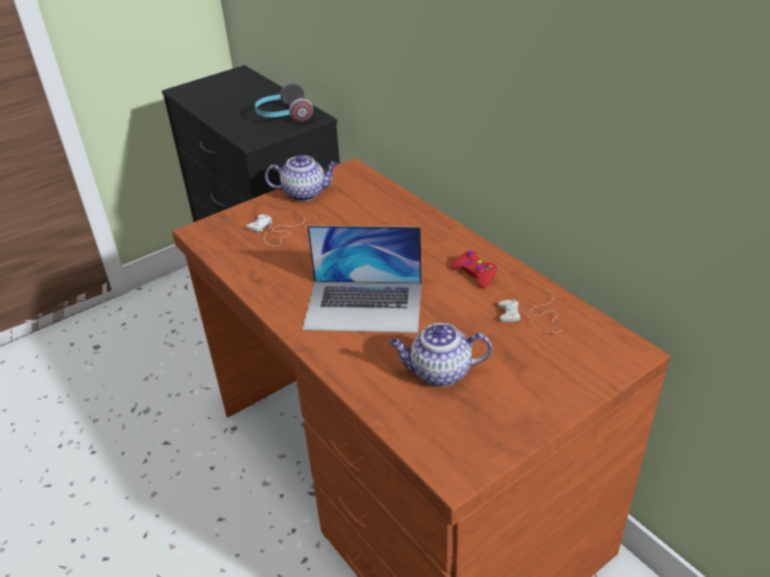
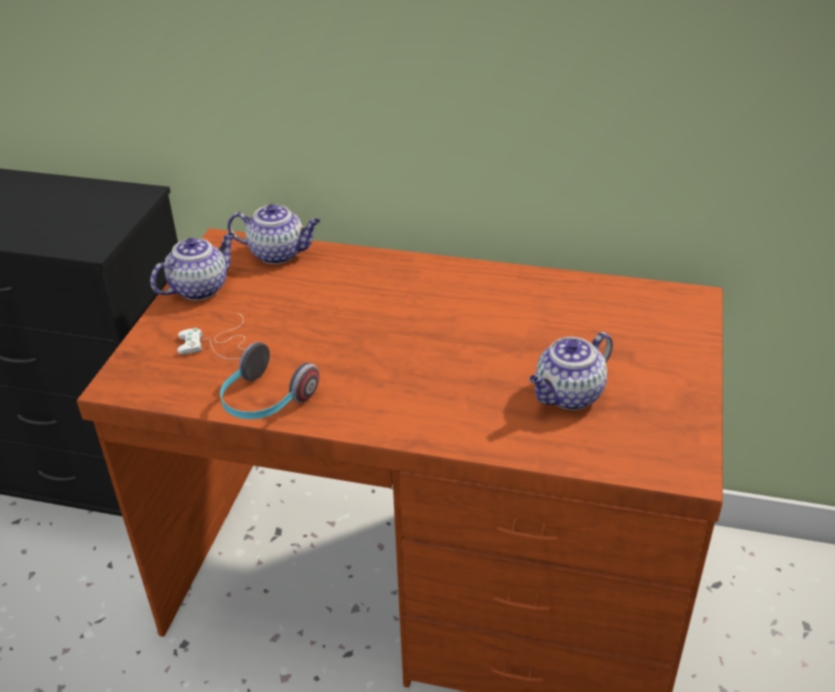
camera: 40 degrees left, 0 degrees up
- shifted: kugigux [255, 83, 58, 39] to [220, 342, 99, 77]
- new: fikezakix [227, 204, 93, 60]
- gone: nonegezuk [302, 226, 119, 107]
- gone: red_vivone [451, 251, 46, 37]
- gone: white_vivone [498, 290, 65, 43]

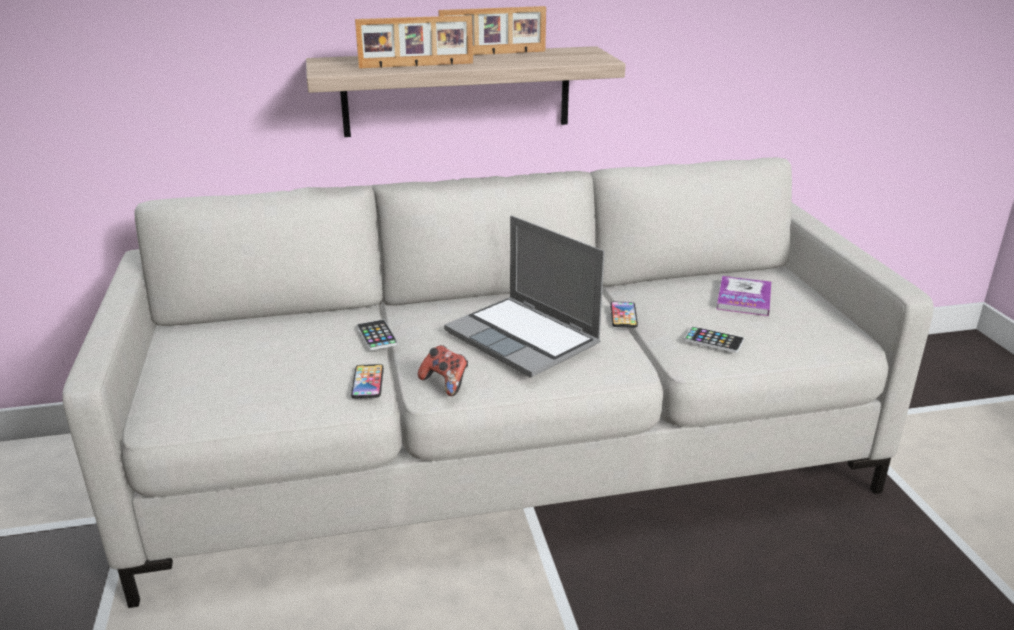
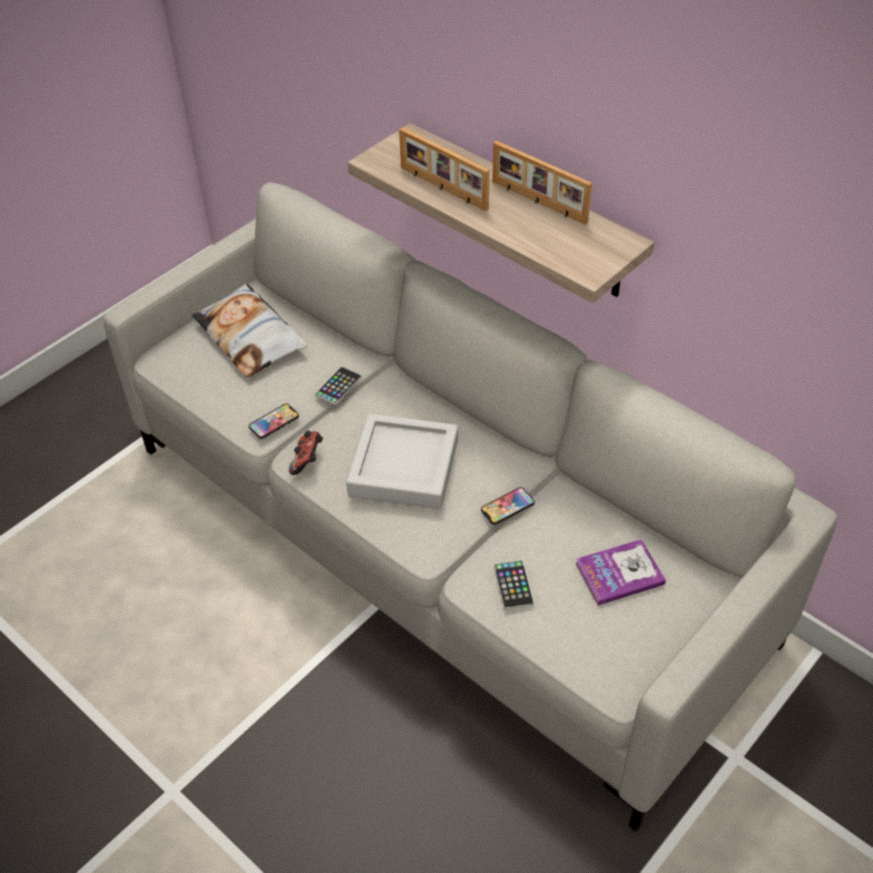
camera: 55 degrees right, 20 degrees up
- new: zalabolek [192, 283, 115, 95]
- swapped: nonegezuk [444, 216, 161, 162] to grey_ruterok [346, 414, 112, 95]

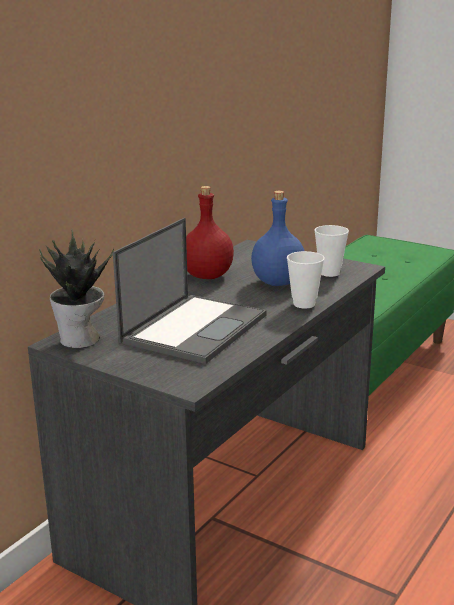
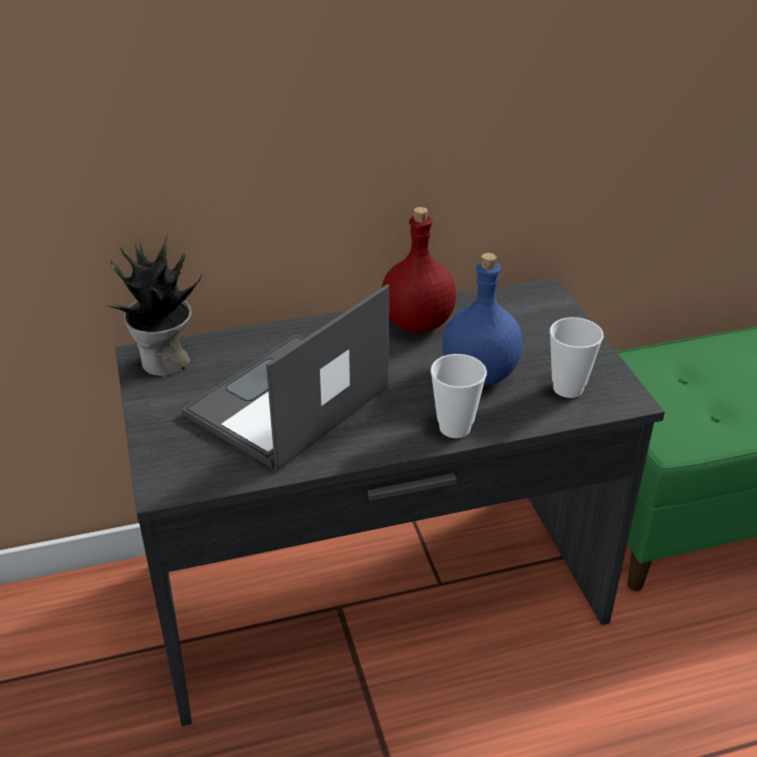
camera: 40 degrees right, 15 degrees up
- rotated: nonegezuk [113, 218, 153, 146] = [182, 284, 207, 187] 150 degrees clockwise

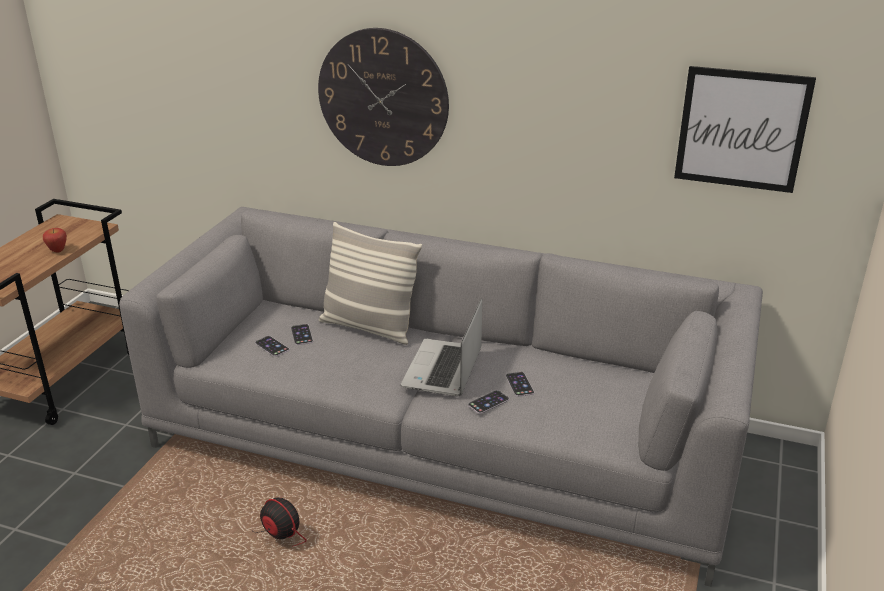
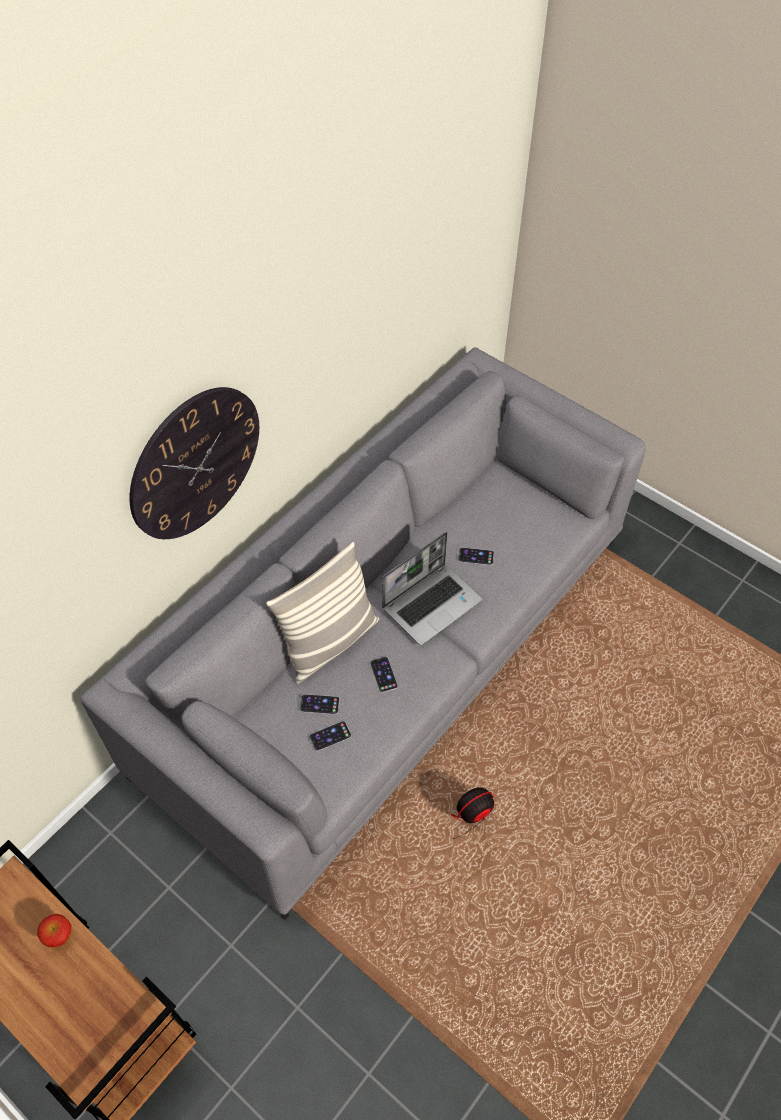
camera: 70 degrees left, 25 degrees up
- shifted: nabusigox [468, 390, 41, 24] to [370, 657, 28, 36]
- rotated: nonegezuk [401, 298, 81, 98] = [382, 532, 100, 114] 75 degrees counterclockwise
- gone: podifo [674, 66, 142, 127]

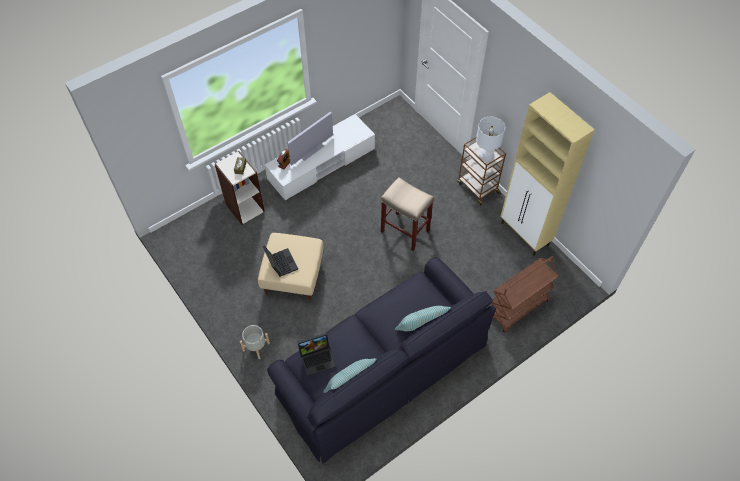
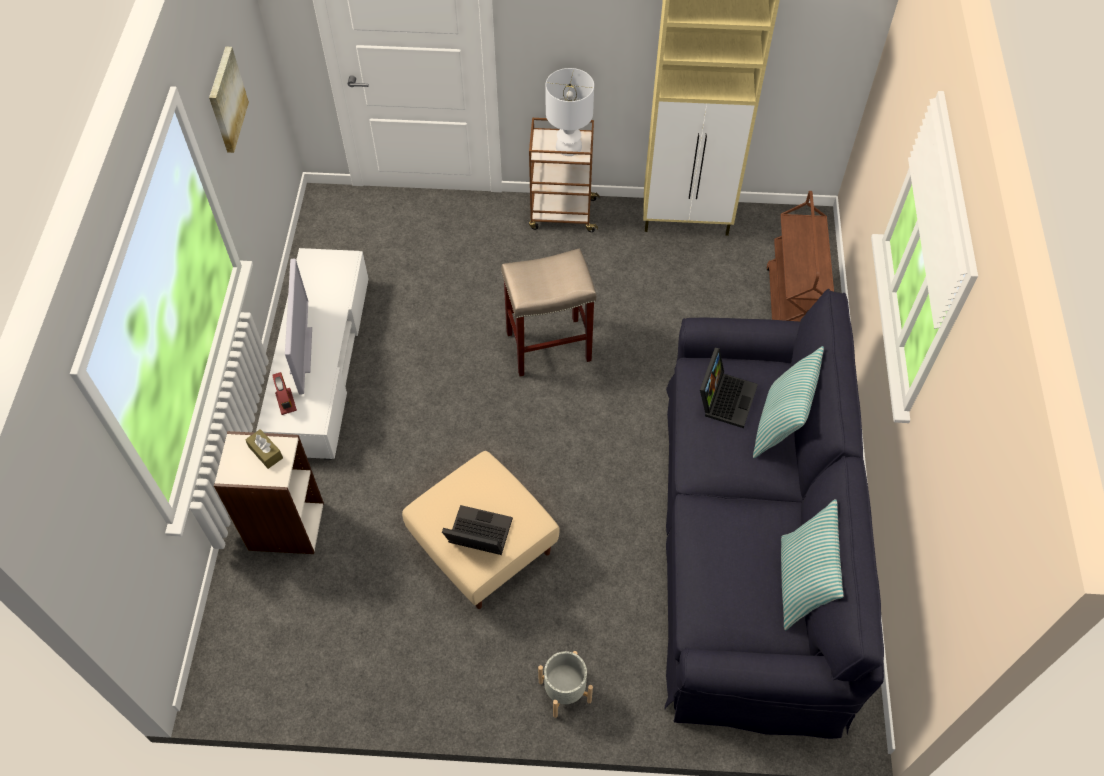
camera: 50 degrees left, 0 degrees up
- new: podifo [209, 46, 40, 107]
- shifted: nonegezuk [297, 333, 39, 44] to [700, 348, 58, 80]

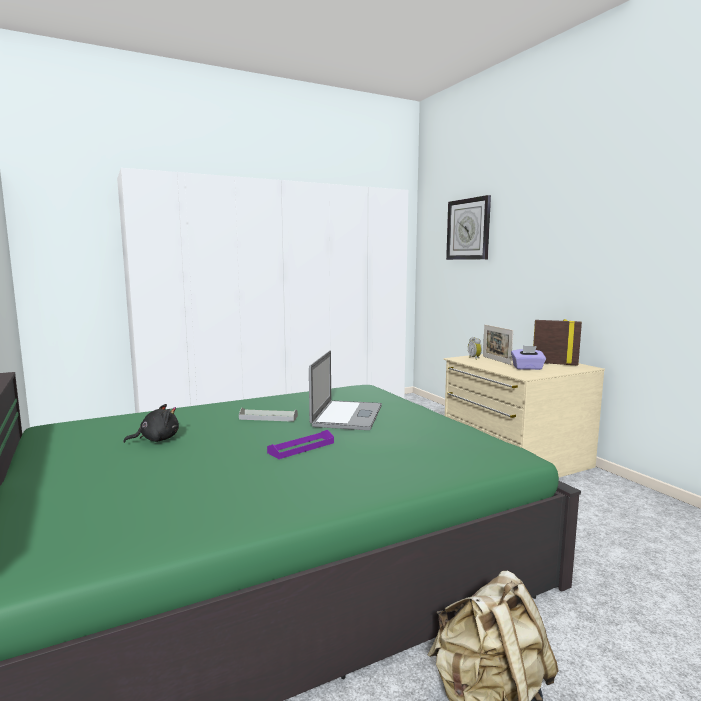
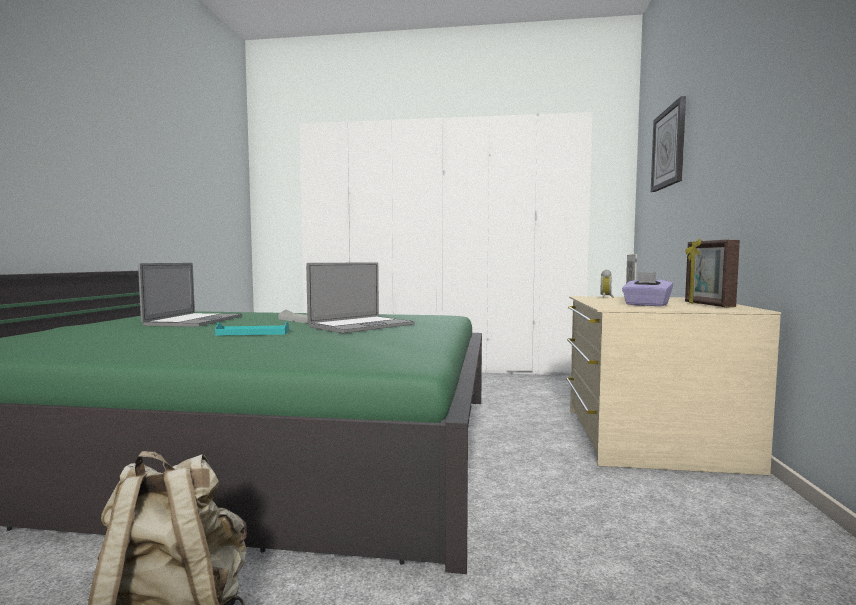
camera: 35 degrees right, 5 degrees down
- swapped: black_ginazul [123, 404, 56, 39] to nonegezuk [138, 263, 104, 64]
- repainted: purple_ruterok [267, 430, 67, 29] to turquoise_ruterok [215, 321, 74, 15]
- rotated: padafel [533, 319, 49, 47] = [685, 238, 55, 69] 150 degrees counterclockwise

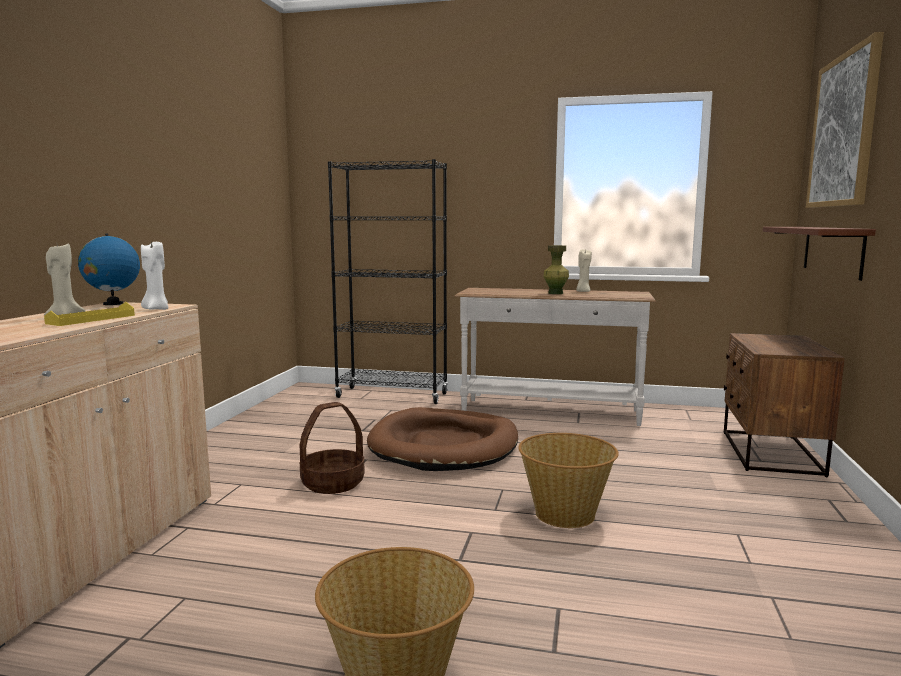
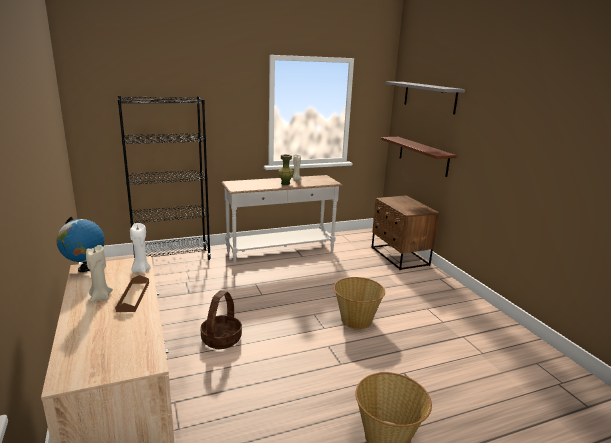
camera: 35 degrees left, 10 degrees up
- repainted: yellow_ruterok [44, 302, 91, 24] to brown_ruterok [115, 275, 34, 37]
- swapped: podifo [806, 32, 78, 176] to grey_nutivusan [385, 81, 80, 33]
- gone: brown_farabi [367, 407, 151, 64]

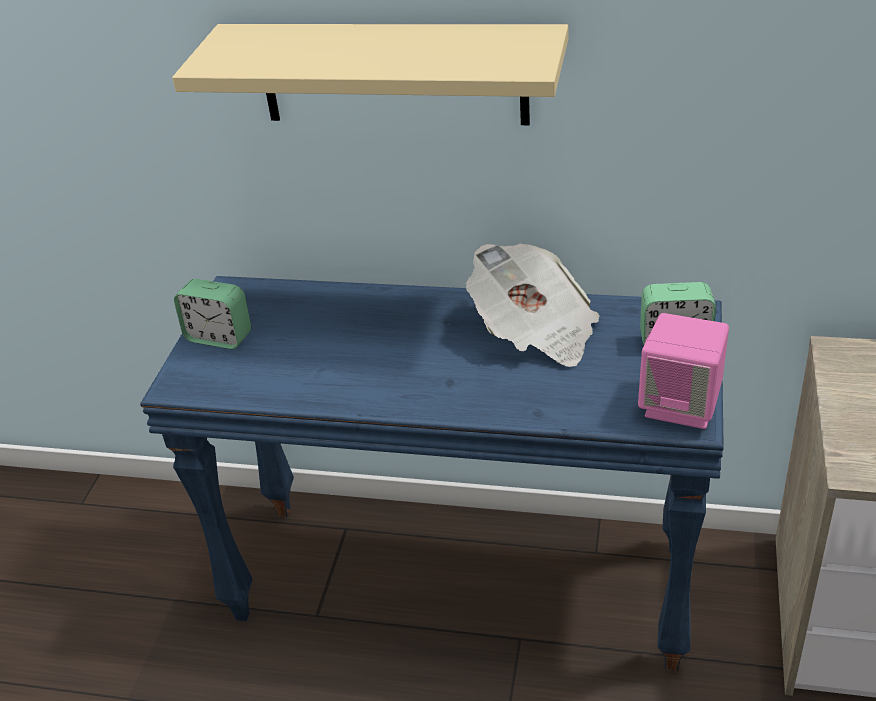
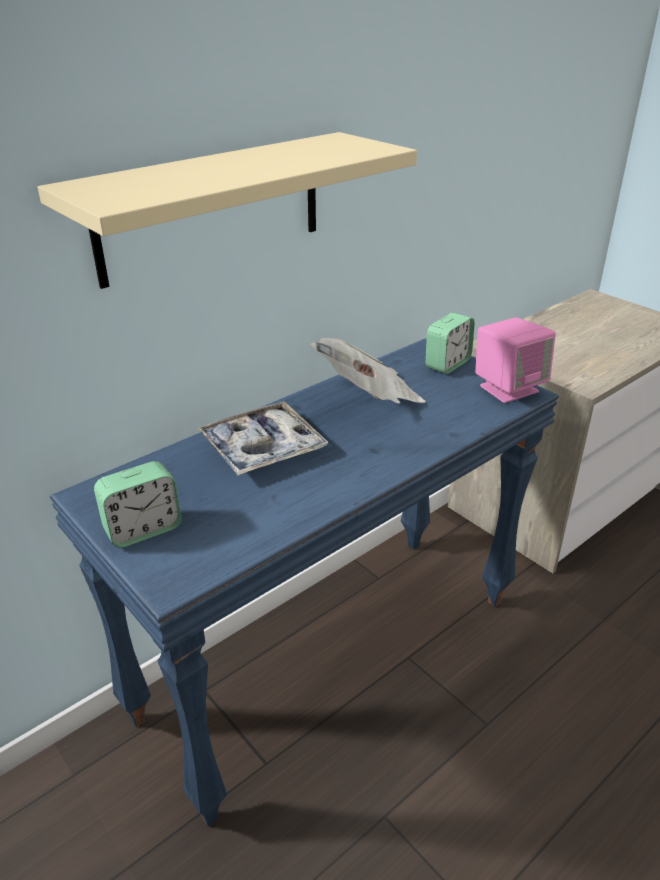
camera: 55 degrees left, 5 degrees down
- new: ruterok [198, 401, 131, 75]

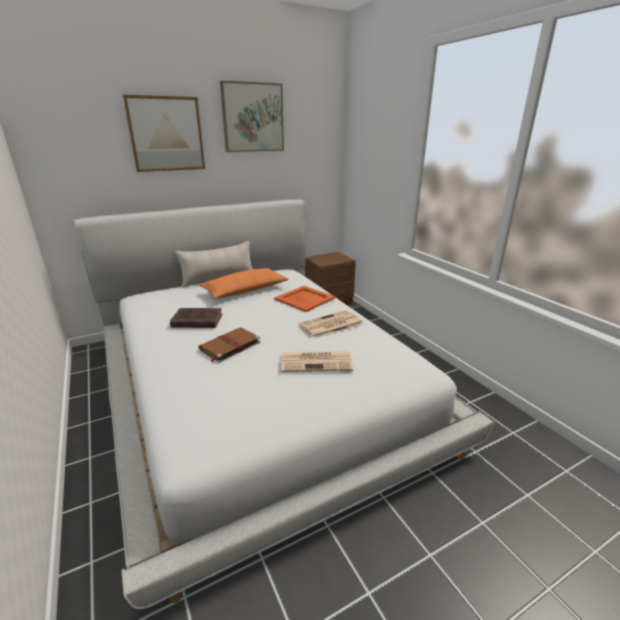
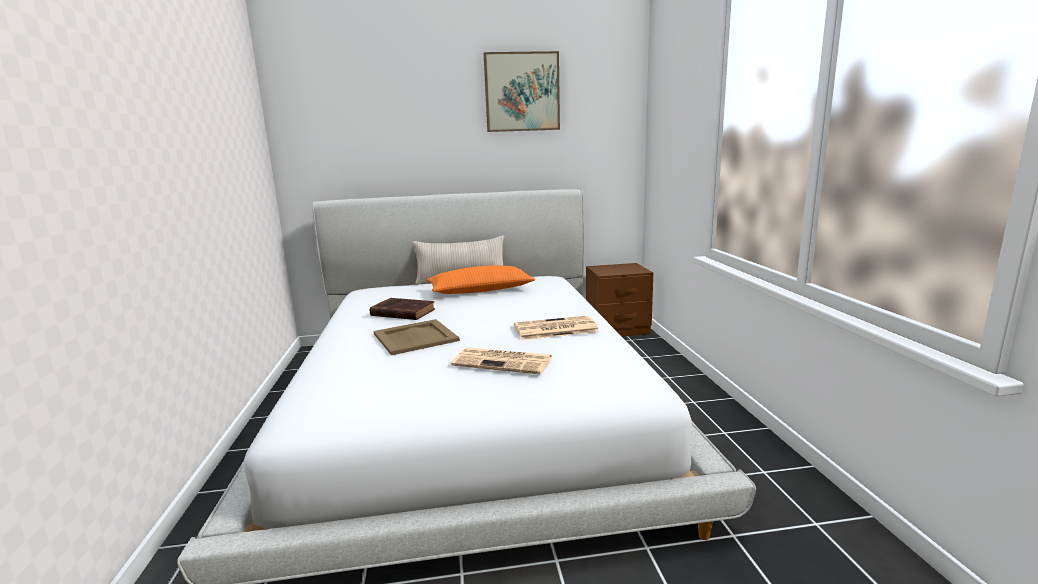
camera: 20 degrees right, 10 degrees down
- swapped: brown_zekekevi [198, 328, 62, 35] to beige_ruterok [373, 319, 87, 36]
- gone: podifo [123, 95, 82, 77]
- gone: orange_ruterok [274, 286, 61, 26]

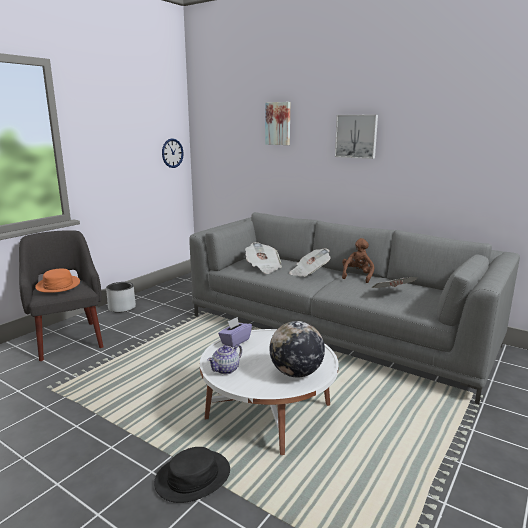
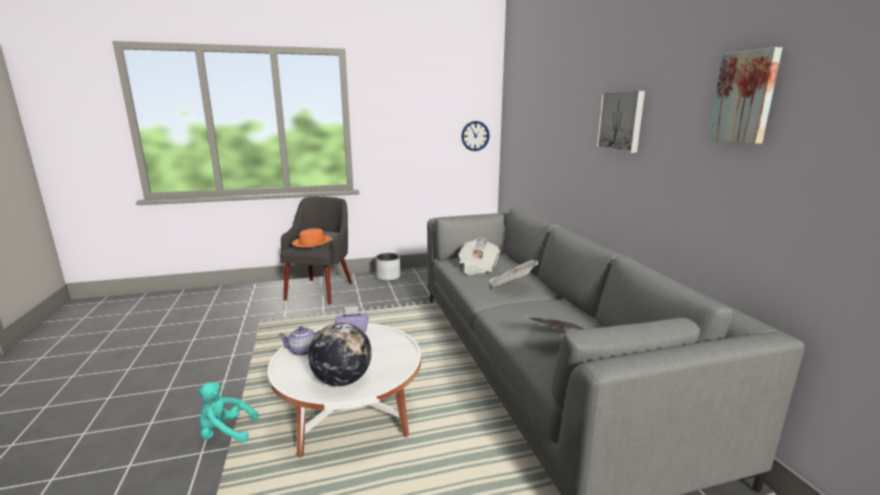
camera: 40 degrees right, 0 degrees up
- swapped: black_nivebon [154, 447, 76, 56] to turquoise_ginazul [198, 382, 61, 61]
- shifted: podifo [265, 102, 25, 43] to [708, 47, 75, 97]
- gone: brown_ginazul [342, 238, 32, 45]

